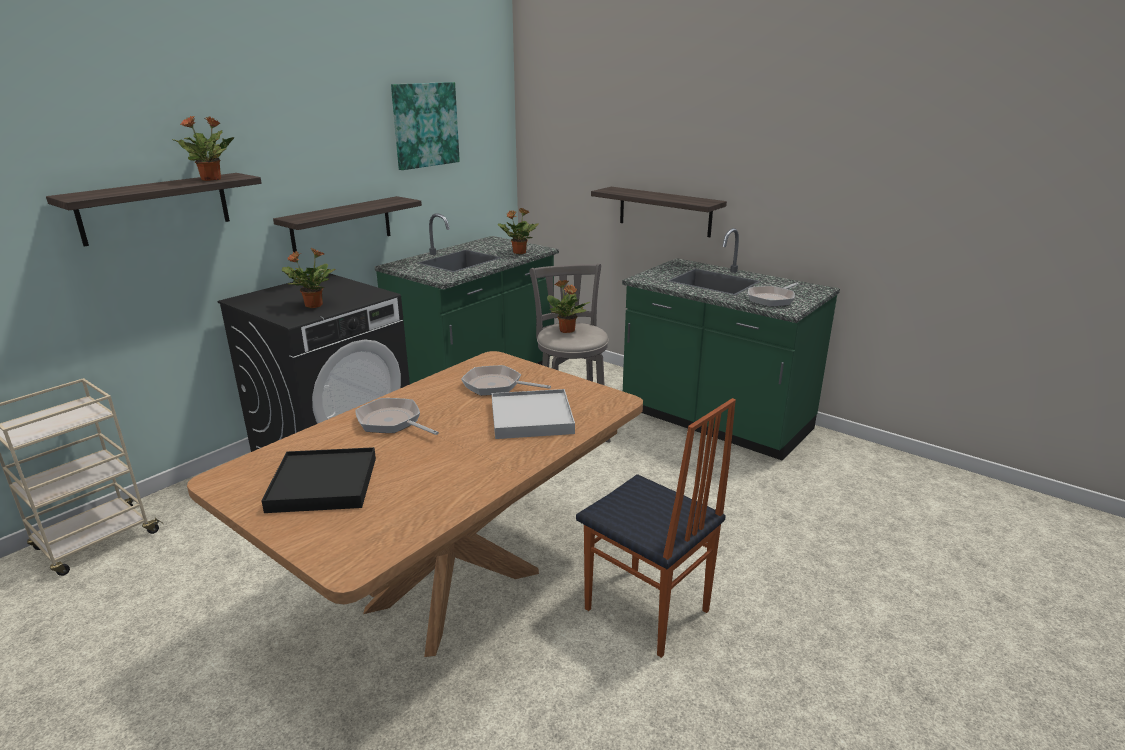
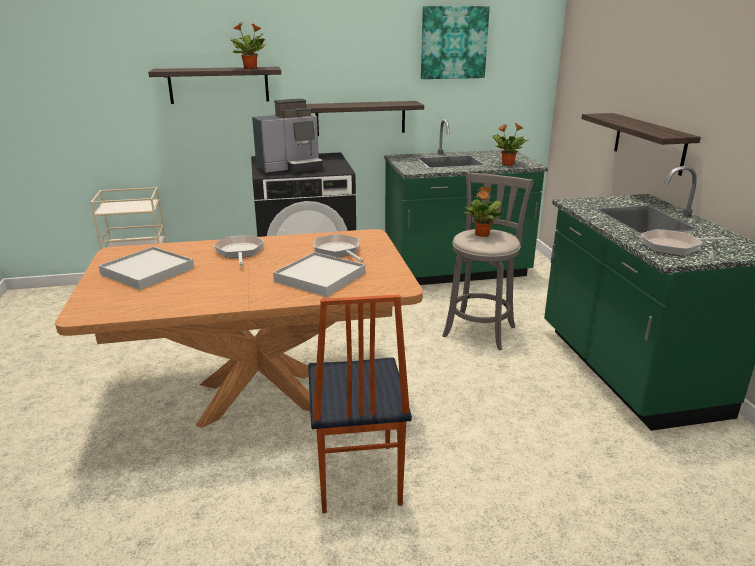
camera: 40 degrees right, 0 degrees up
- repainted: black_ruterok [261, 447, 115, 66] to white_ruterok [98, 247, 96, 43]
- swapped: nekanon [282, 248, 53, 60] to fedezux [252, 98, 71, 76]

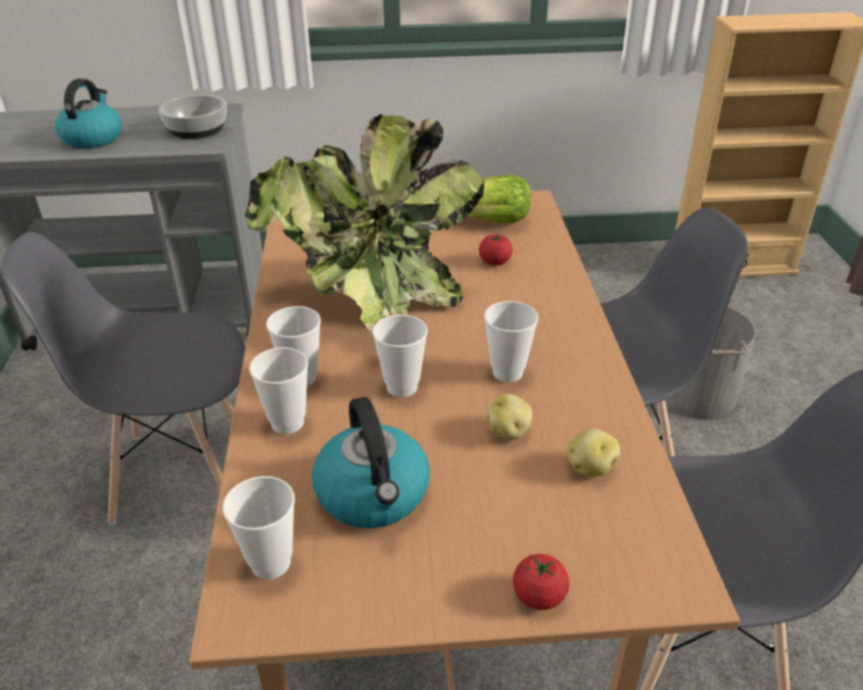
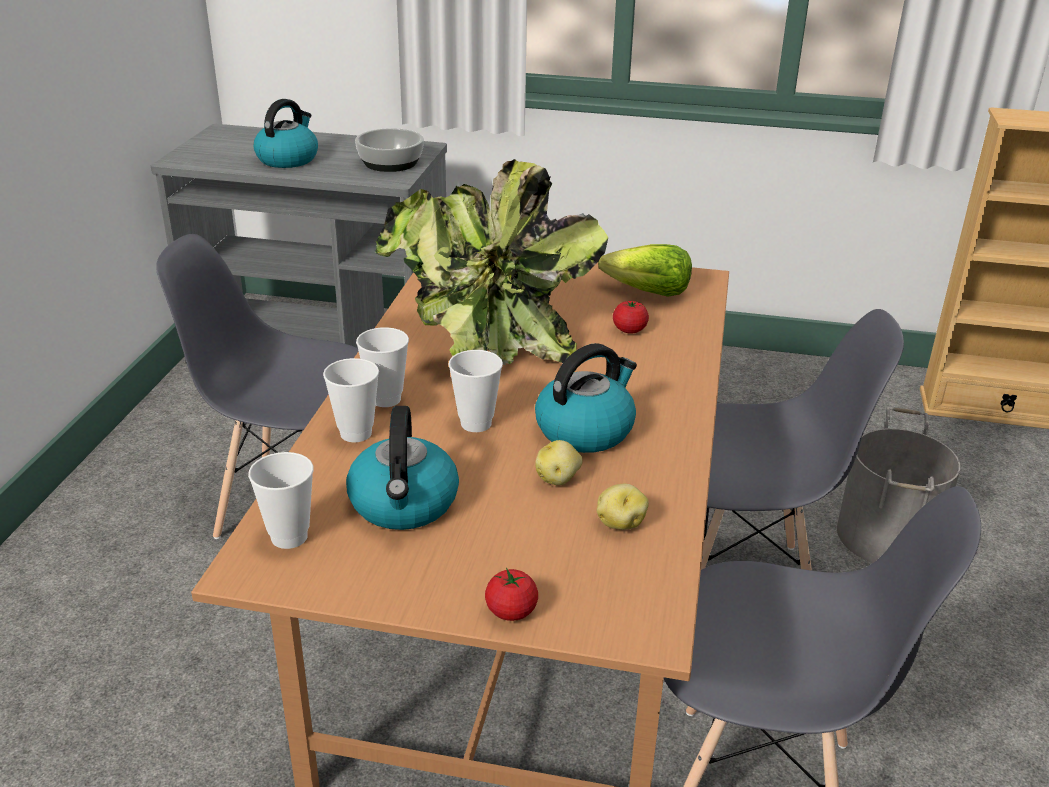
camera: 15 degrees right, 5 degrees down
- swapped: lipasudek [484, 301, 54, 81] to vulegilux [535, 343, 102, 110]

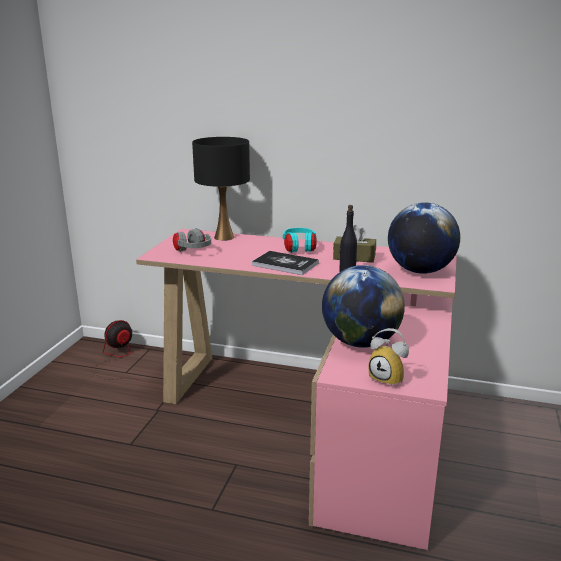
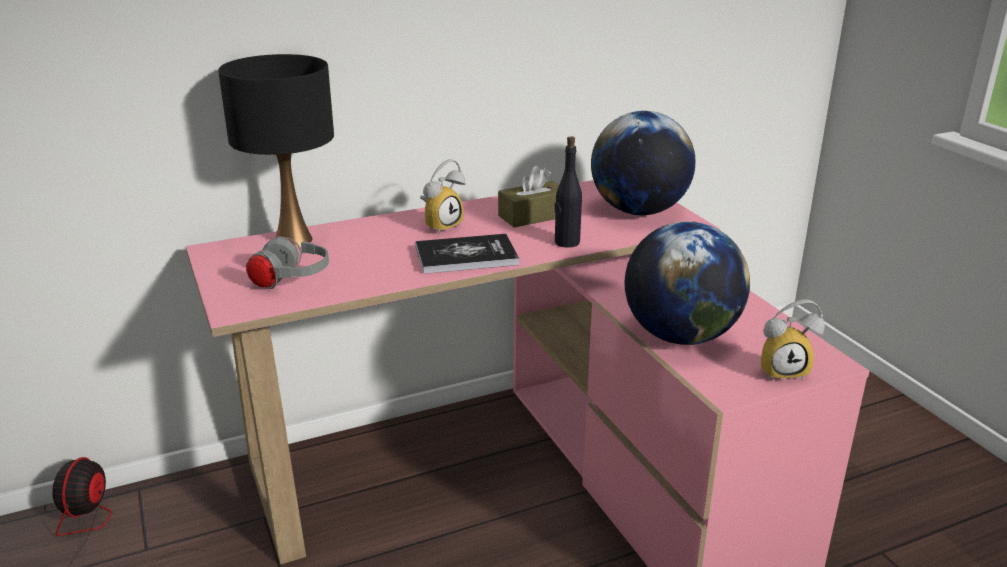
camera: 40 degrees left, 5 degrees up
- swapped: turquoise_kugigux [283, 228, 34, 25] to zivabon [420, 159, 45, 75]

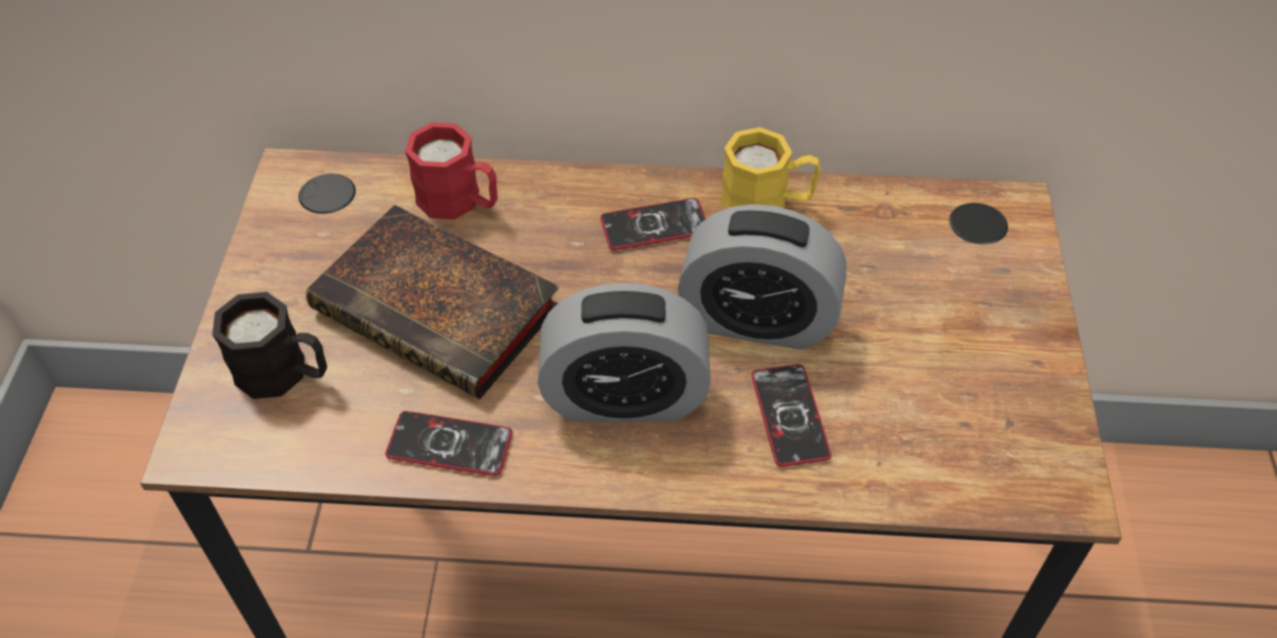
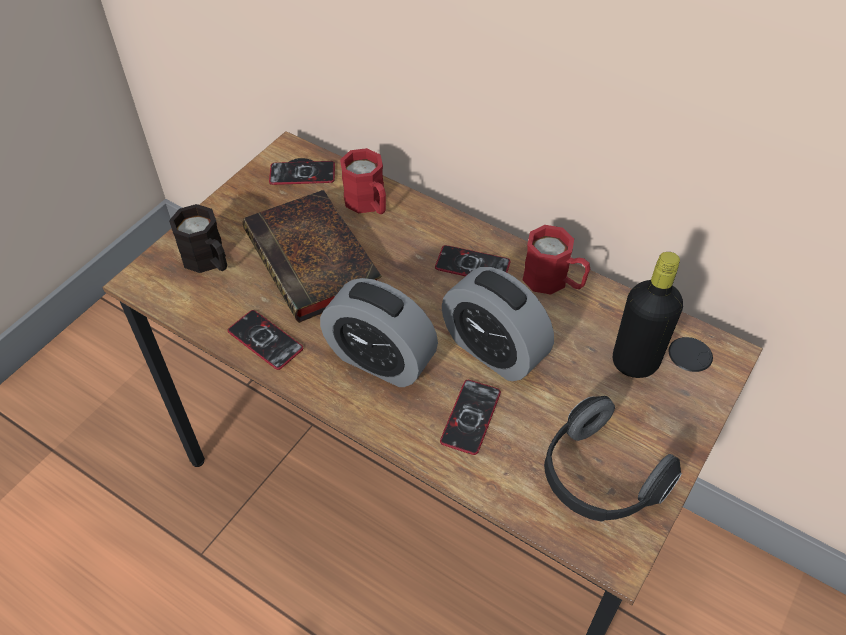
camera: 30 degrees right, 0 degrees up
- new: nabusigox [269, 161, 66, 24]
- repainted: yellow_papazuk [720, 127, 101, 83] to red_papazuk [523, 225, 67, 69]
- new: kugigux [544, 396, 138, 126]
- new: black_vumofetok [613, 252, 70, 126]

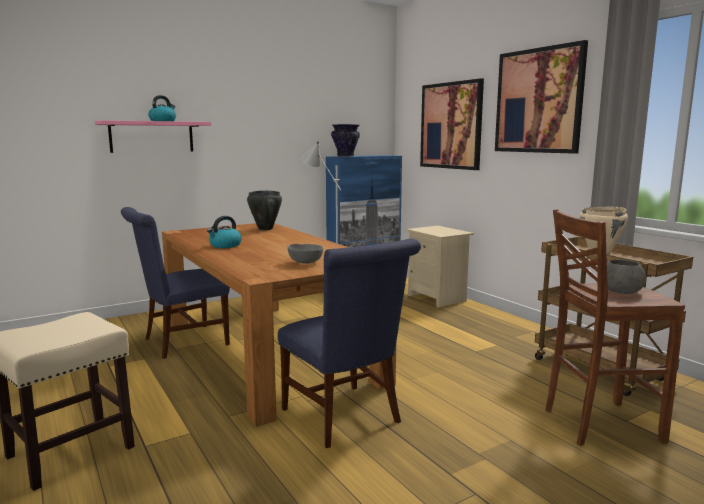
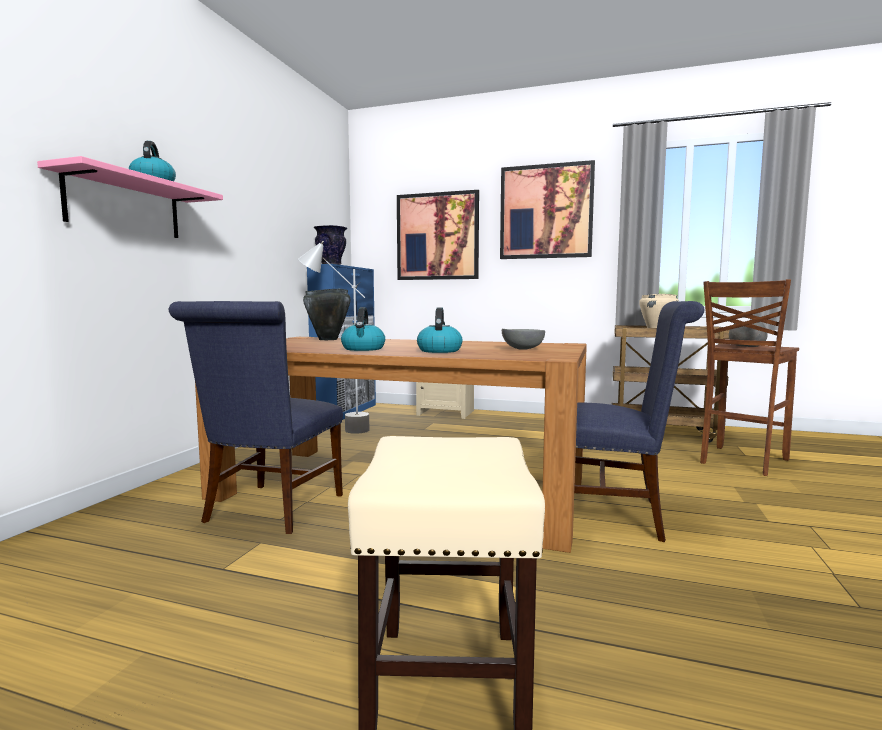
camera: 40 degrees left, 5 degrees down
- new: vulegilux [417, 307, 46, 46]

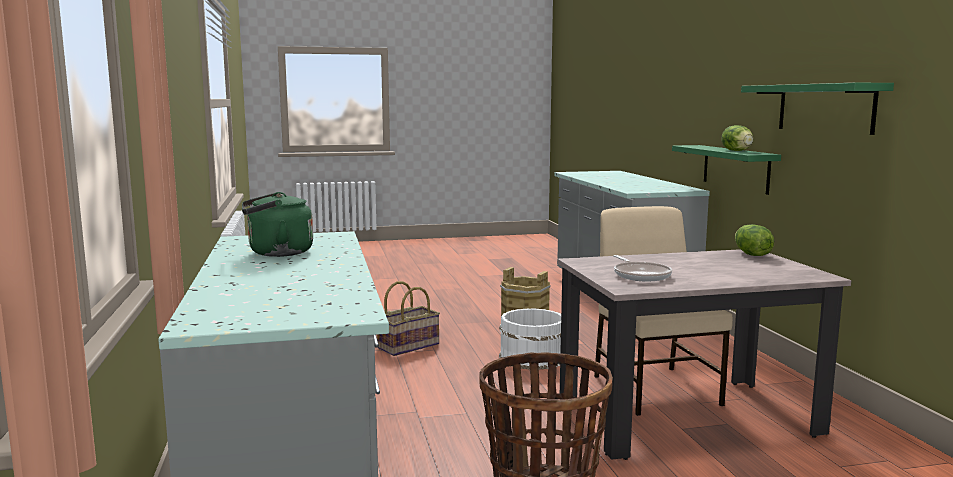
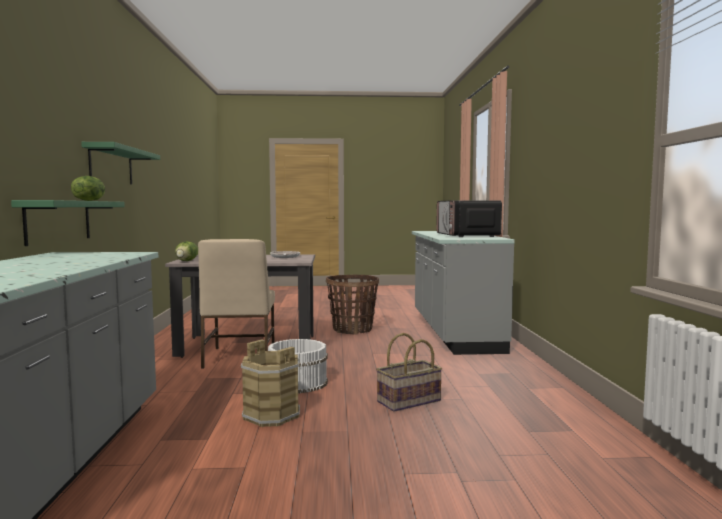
camera: 170 degrees left, 5 degrees down
- swapped: green_vulegilux [242, 192, 71, 65] to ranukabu [436, 200, 66, 37]

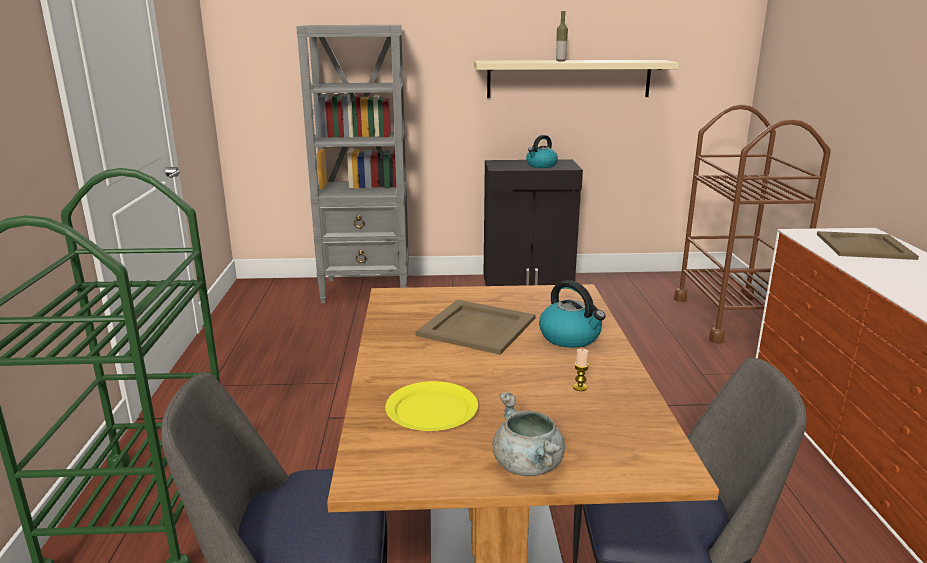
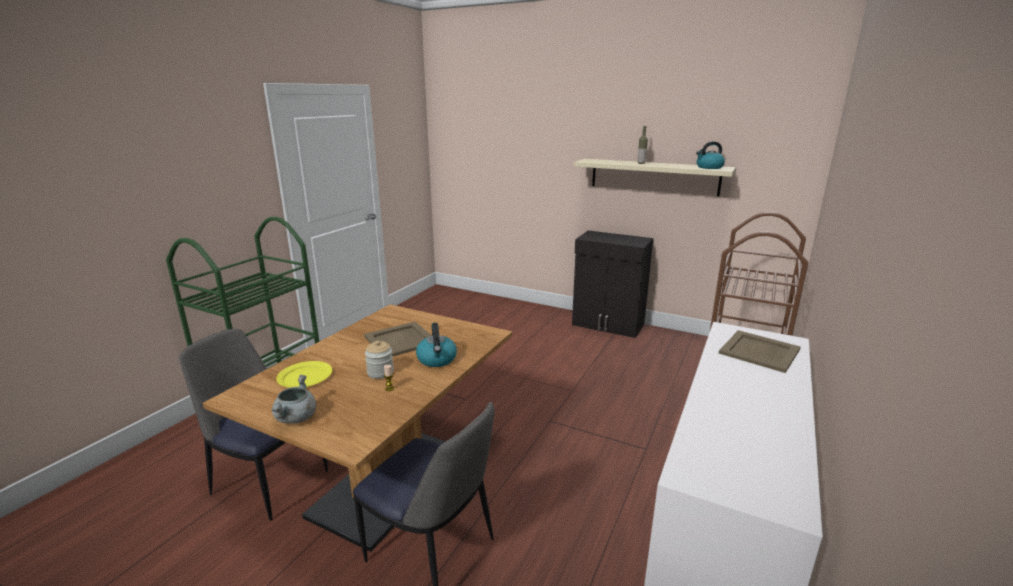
camera: 30 degrees right, 0 degrees up
- new: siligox [365, 340, 29, 39]
- shifted: vulegilux [526, 135, 32, 33] to [696, 141, 29, 28]
- gone: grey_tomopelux [296, 25, 113, 278]

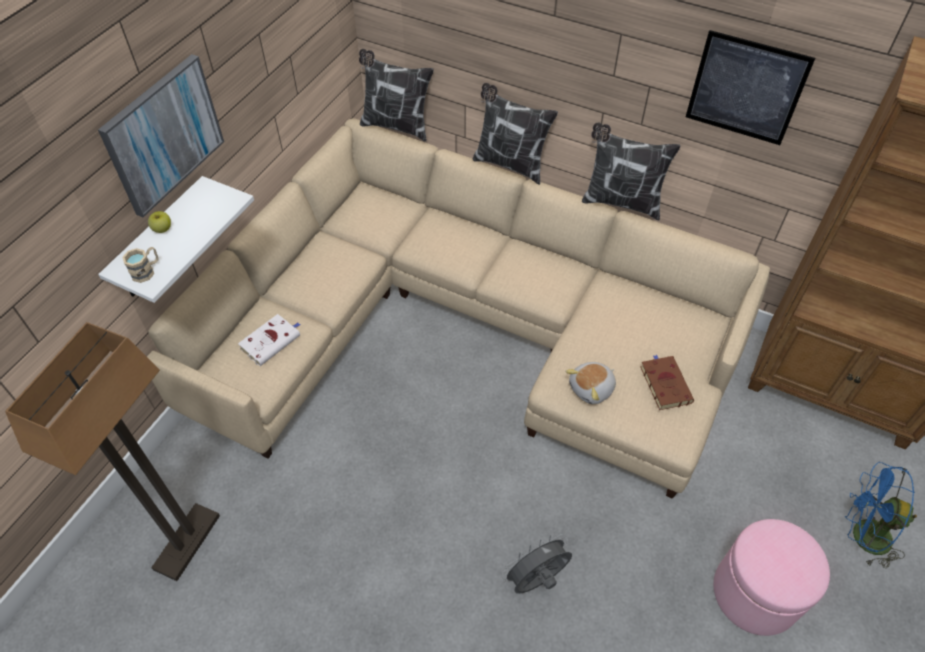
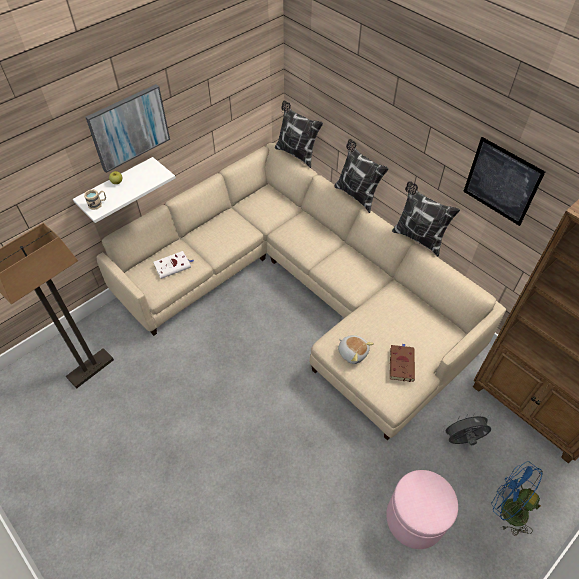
camera: 20 degrees right, 0 degrees up
- rotated: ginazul [566, 362, 50, 42] = [338, 335, 36, 29] 120 degrees counterclockwise
- shifted: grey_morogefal [501, 534, 71, 60] to [442, 413, 49, 32]

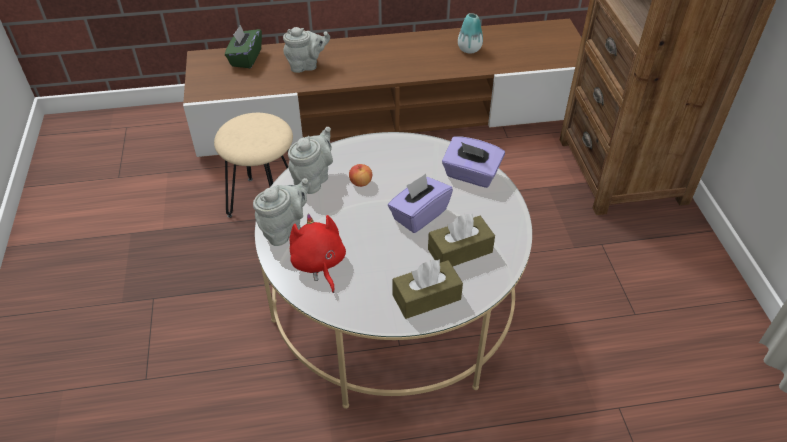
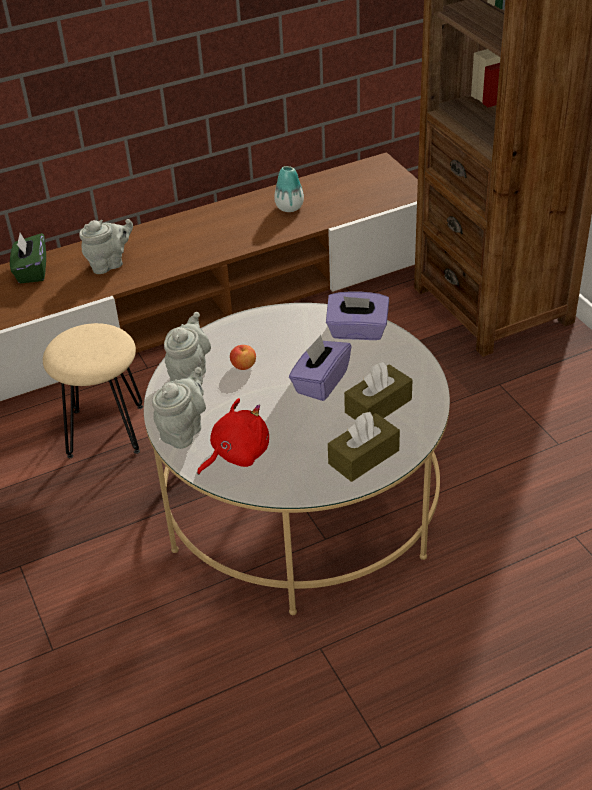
camera: 15 degrees left, 5 degrees down
- rotated: red_ginazul [290, 214, 56, 79] = [197, 398, 72, 77] 90 degrees clockwise

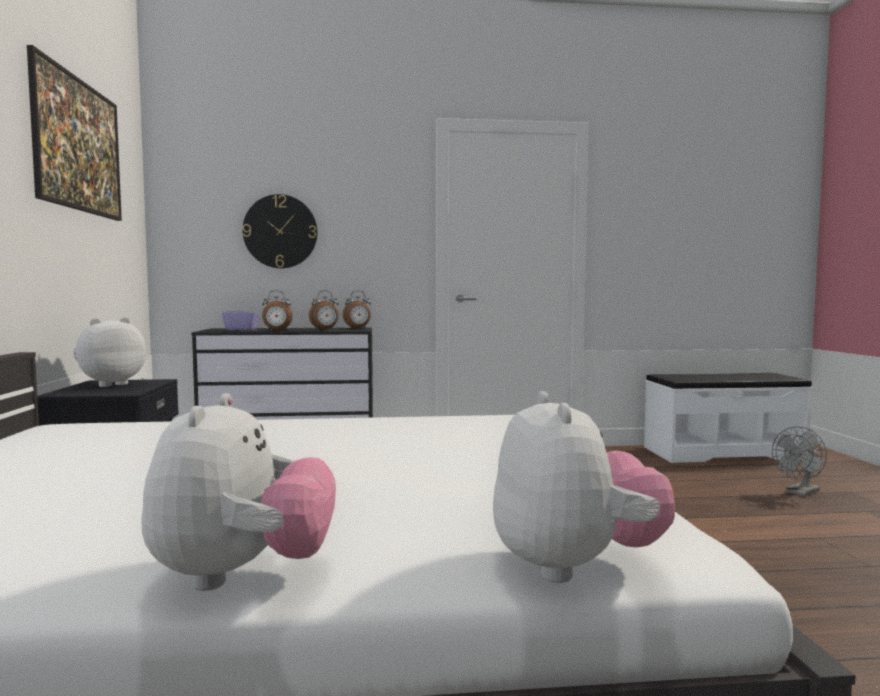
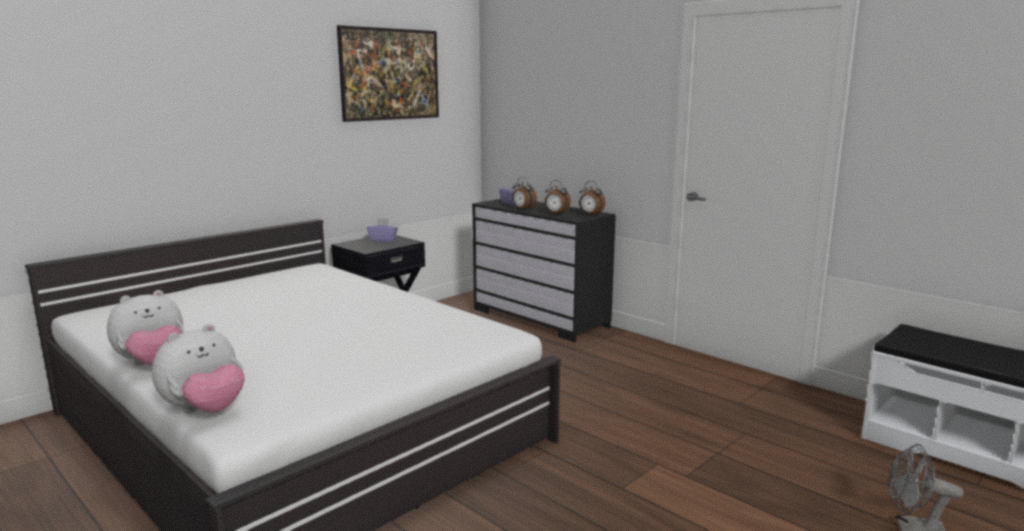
camera: 50 degrees right, 10 degrees up
- swapped: ginazul [73, 317, 73, 70] to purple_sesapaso [367, 218, 31, 24]
- gone: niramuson [243, 194, 74, 74]

